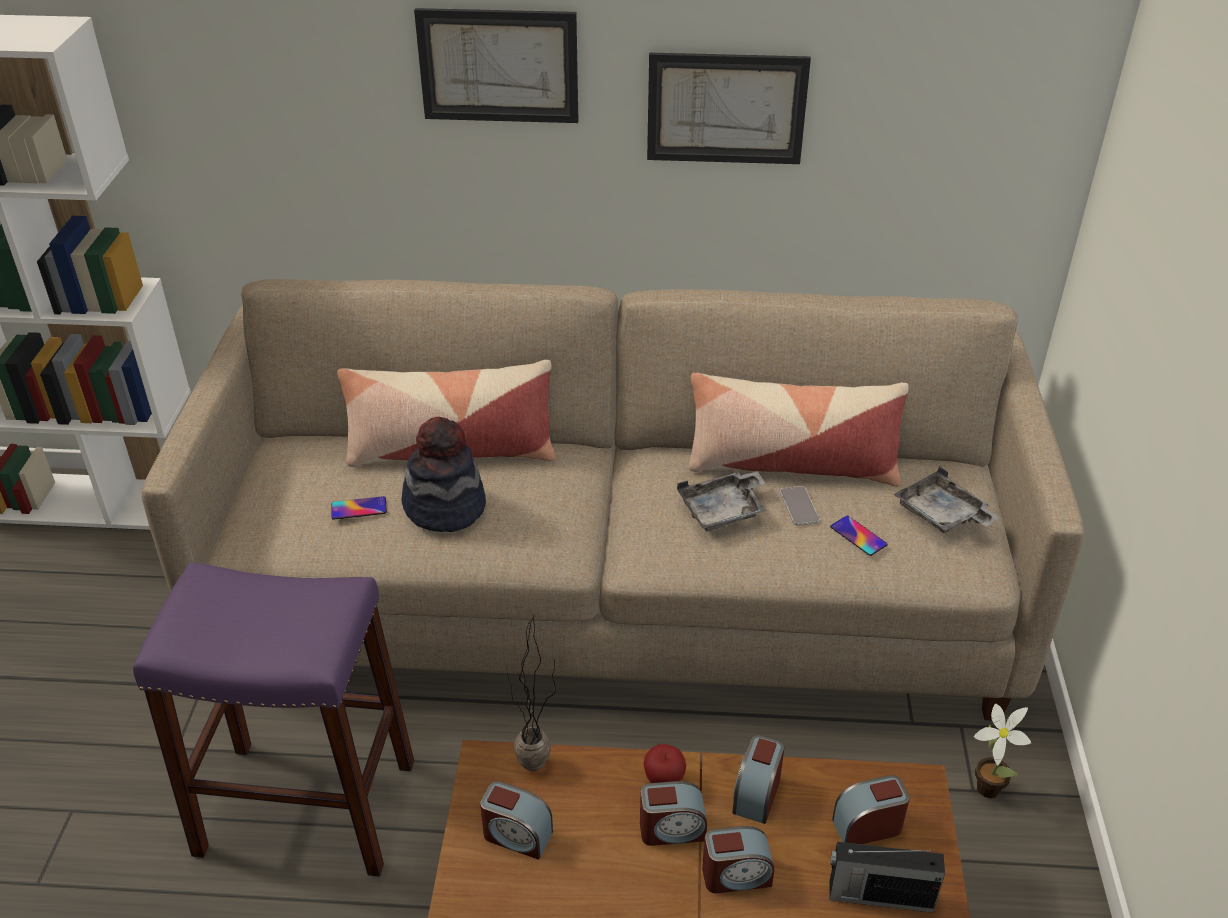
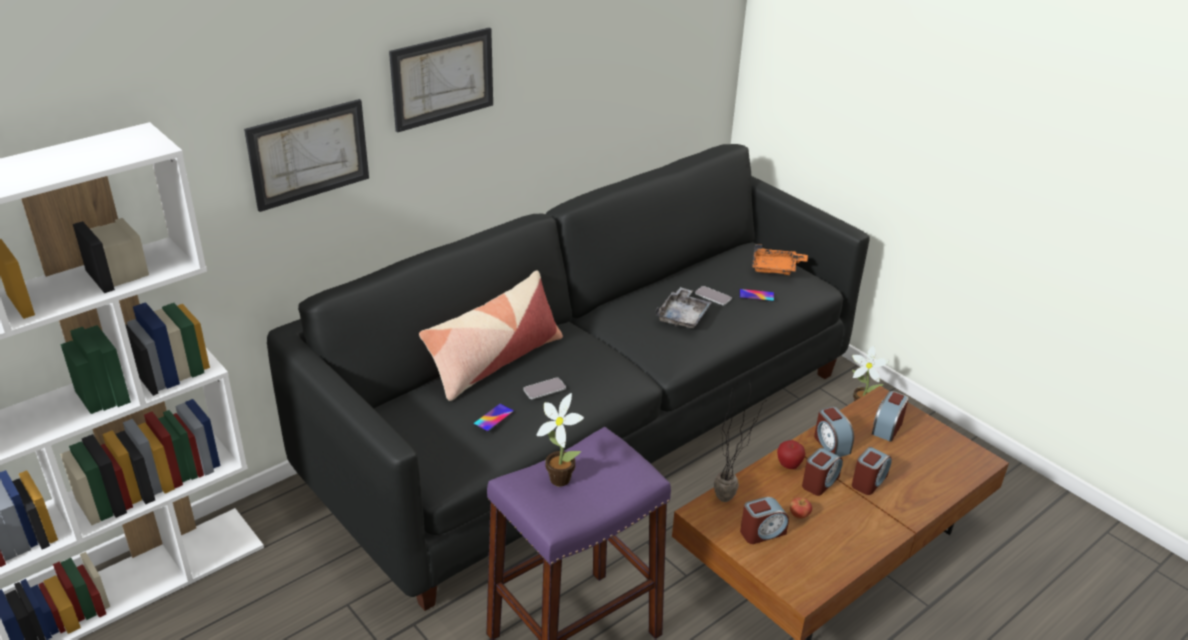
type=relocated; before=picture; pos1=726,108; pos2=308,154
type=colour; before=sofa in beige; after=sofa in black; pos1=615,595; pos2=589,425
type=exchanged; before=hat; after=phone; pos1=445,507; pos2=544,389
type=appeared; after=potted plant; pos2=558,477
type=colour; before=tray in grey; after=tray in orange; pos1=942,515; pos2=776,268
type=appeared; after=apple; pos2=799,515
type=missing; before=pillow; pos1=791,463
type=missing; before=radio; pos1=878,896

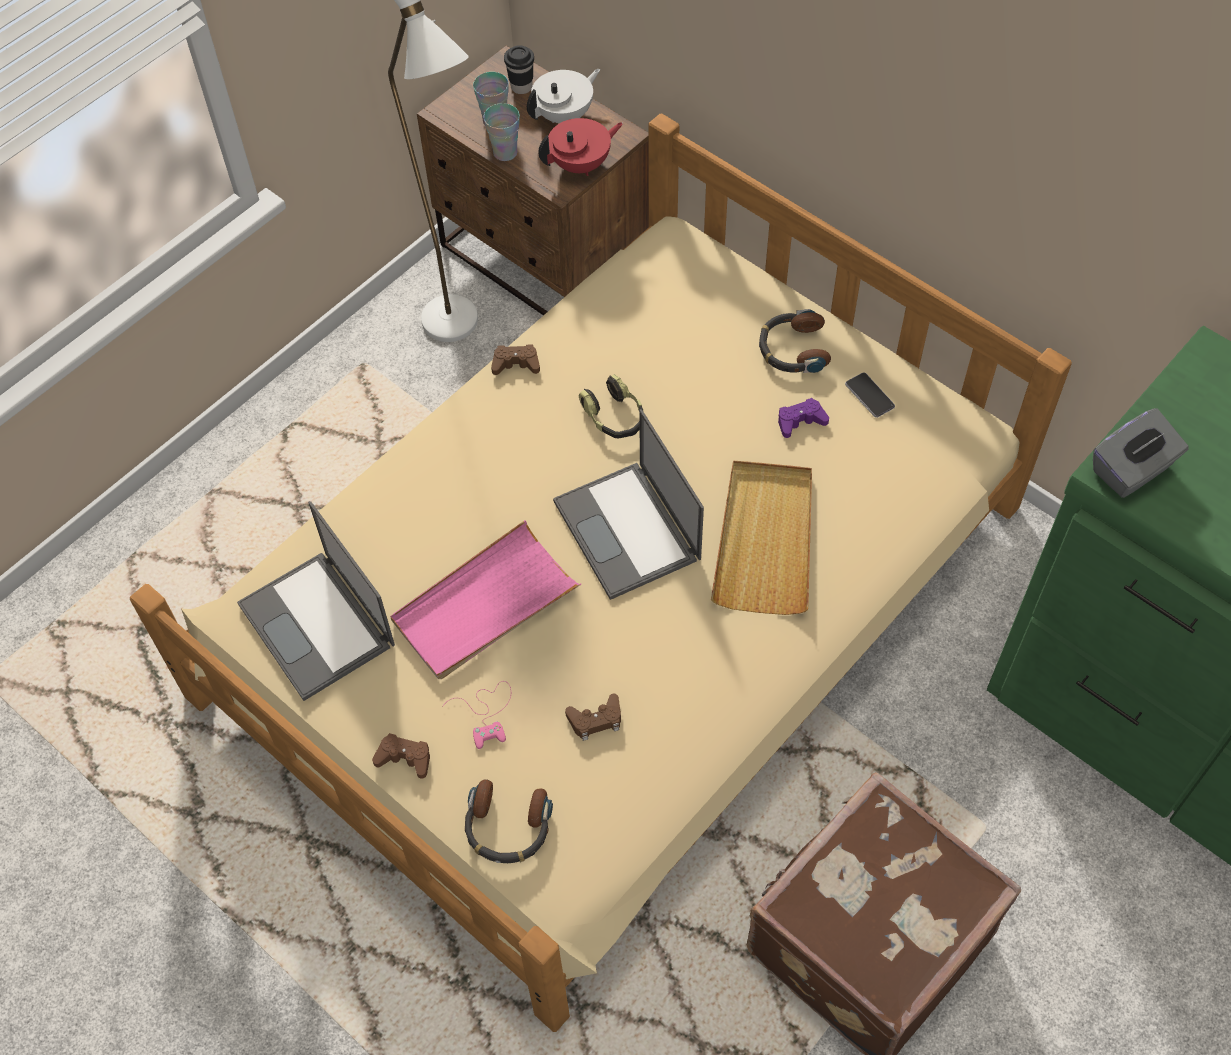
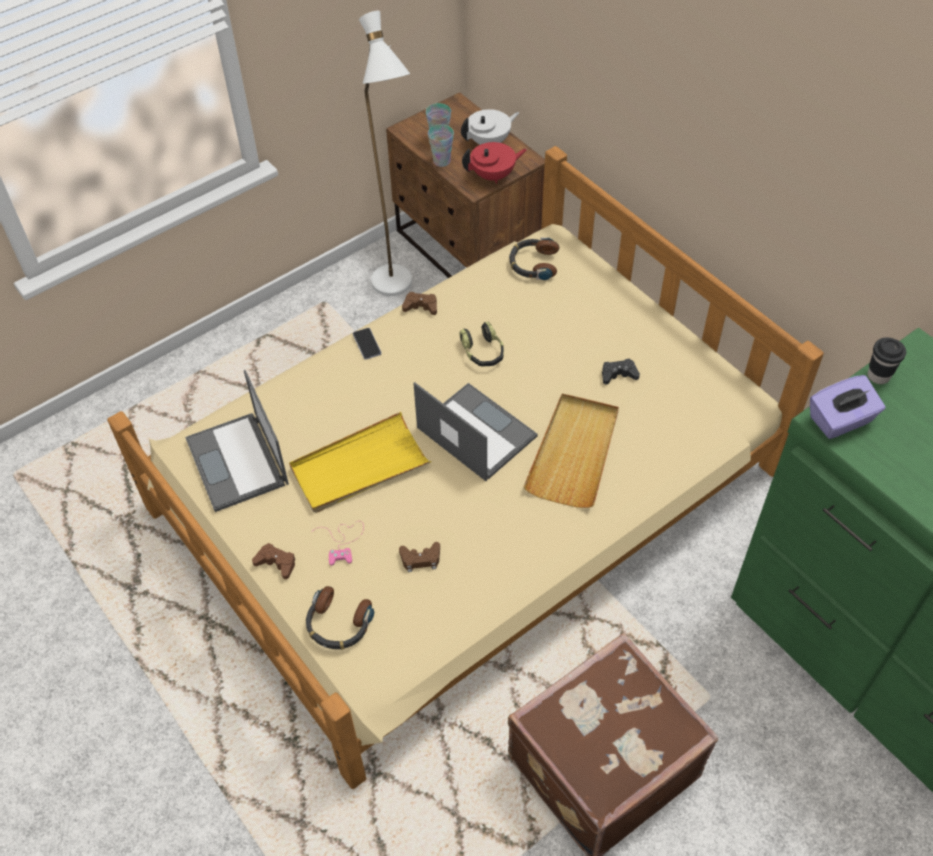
type=colour; before=tray in pink; after=tray in yellow; pos1=485,605; pos2=359,467
type=relocated; before=phone; pos1=869,396; pos2=367,344
type=spun; before=laptop; pos1=628,531; pos2=475,432; turn=150
type=relocated; before=headphones; pos1=792,349; pos2=533,263
type=colour; before=game controller in purple; after=game controller in black; pos1=800,421; pos2=618,374
type=colour; before=tissue box in grey; after=tissue box in purple; pos1=1132,470; pos2=841,420
type=relocated; before=cup in black; pos1=521,87; pos2=878,376

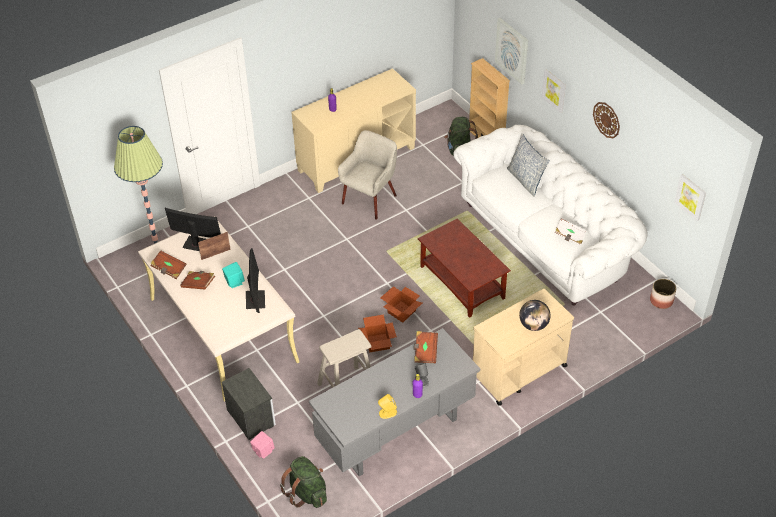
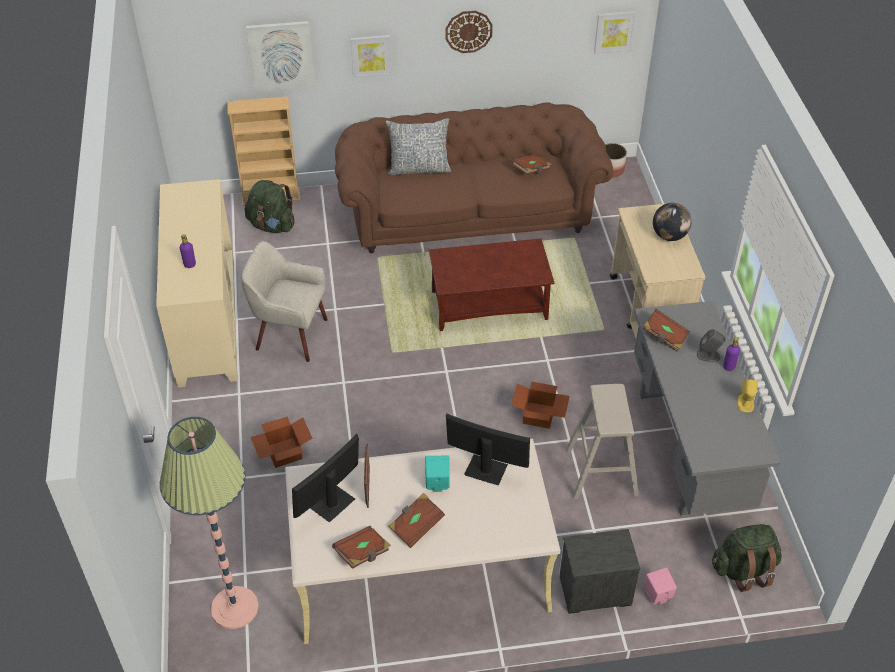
type=spun; before=armchair in beige; pos1=370,199; pos2=290,334; turn=-45
type=relocated; before=cardboard box; pos1=401,311; pos2=283,452
type=colour; before=sofa in white; after=sofa in brown; pos1=547,238; pos2=468,212
type=colour; before=book in white; after=book in brown; pos1=569,236; pos2=531,170

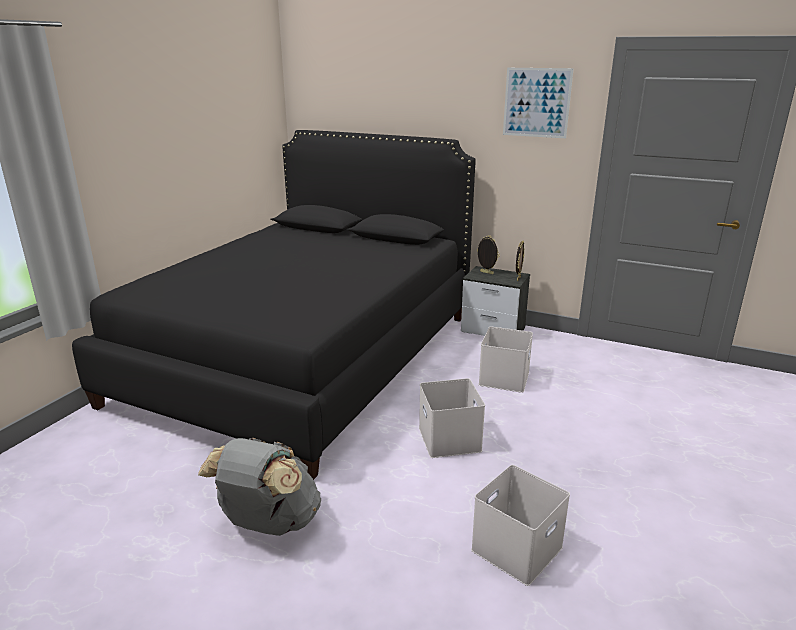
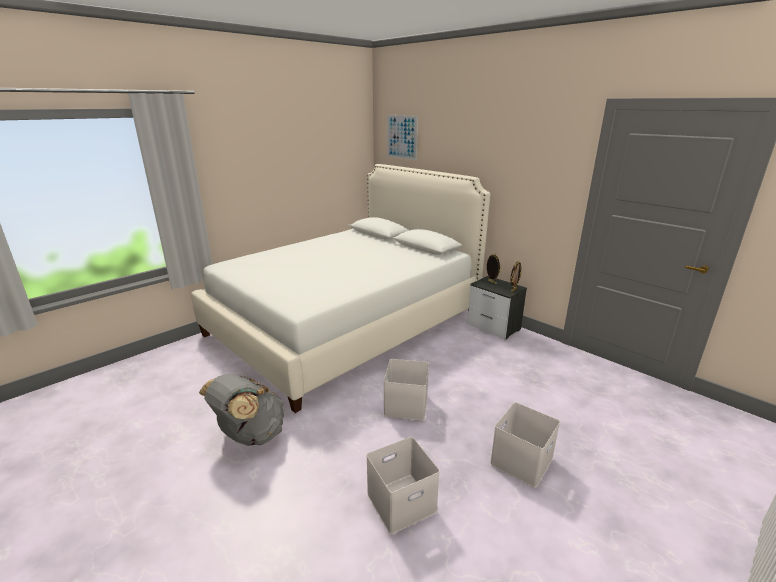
type=colour; before=bed in black; after=bed in white; pos1=305,356; pos2=346,324
type=relocated; before=picture; pos1=536,102; pos2=402,137
type=relocated; before=storage box in white; pos1=505,379; pos2=522,462

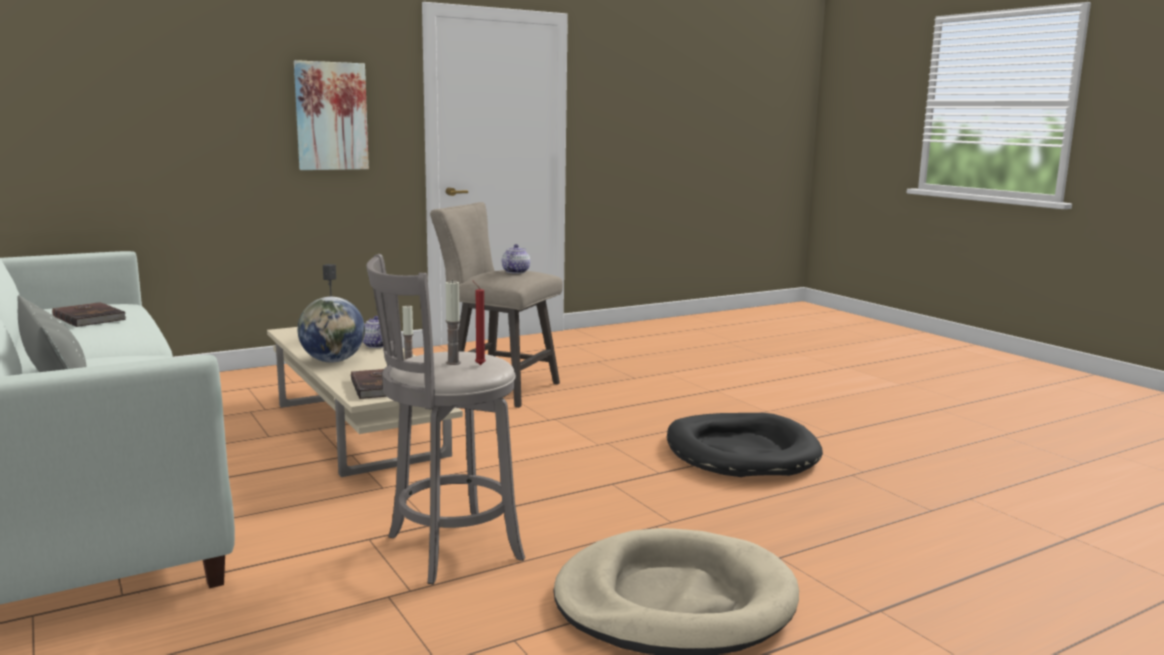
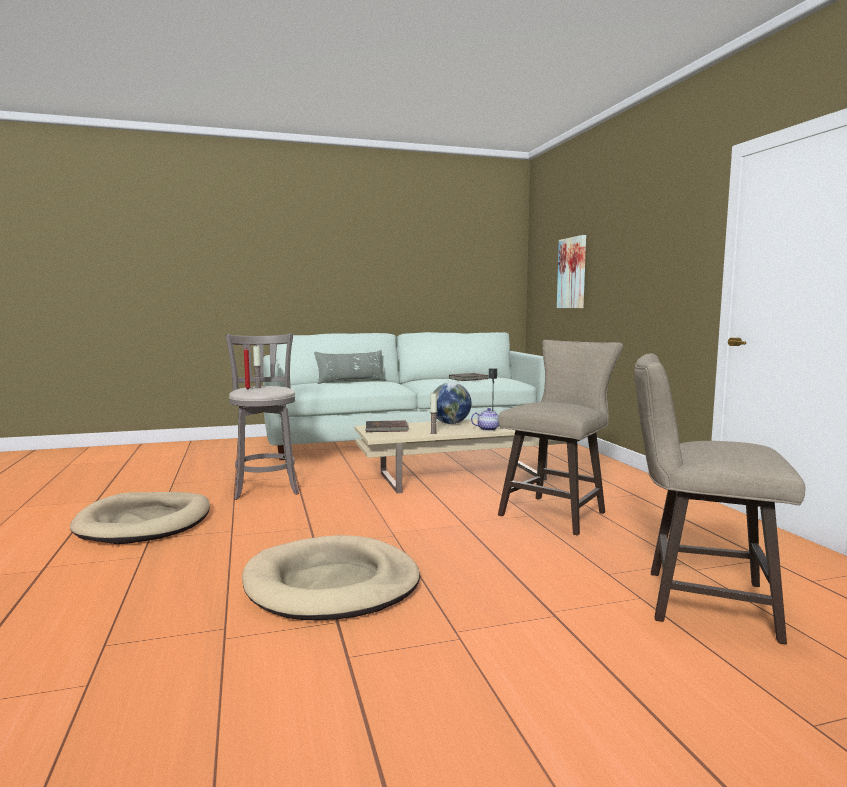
type=colour; before=dog bed in black; after=dog bed in beige; pos1=741,452; pos2=332,585
type=relocated; before=picture; pos1=331,116; pos2=572,273
type=appeared; after=stool in beige; pos2=697,601
type=missing; before=teapot; pos1=515,272

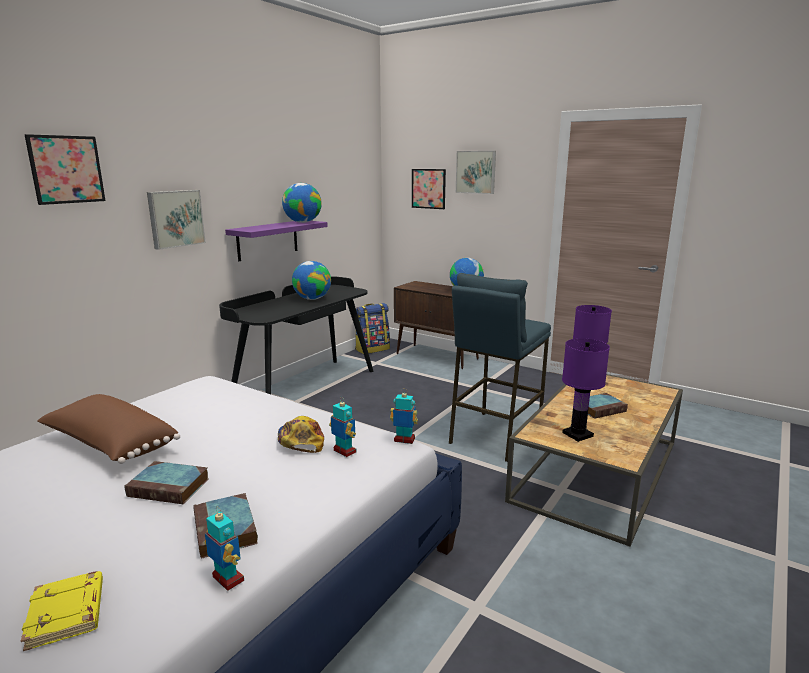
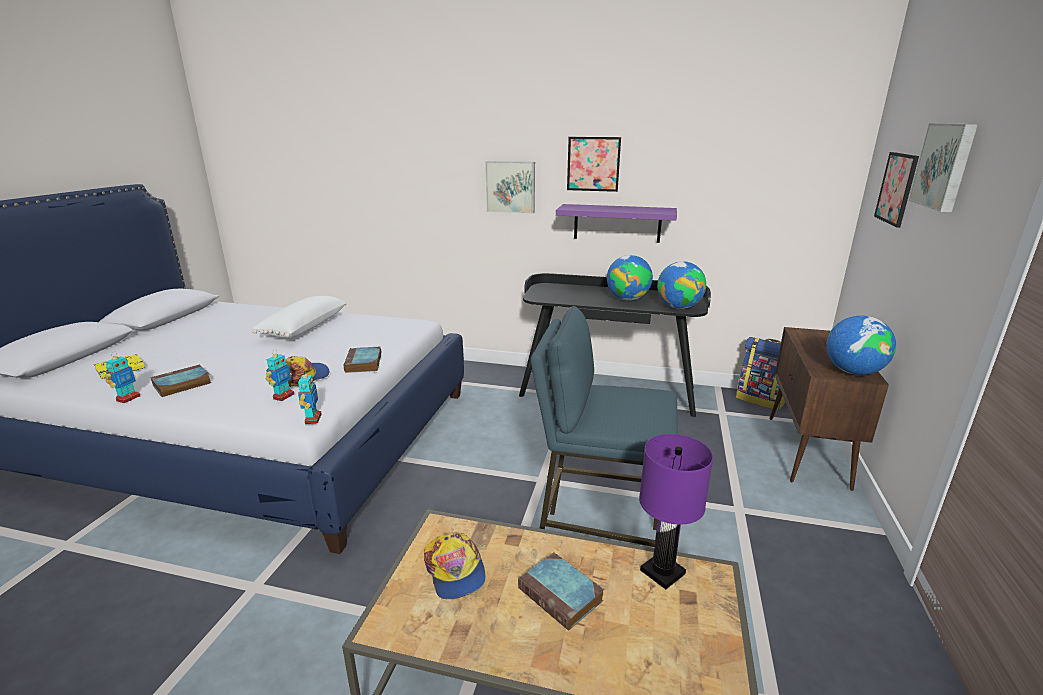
type=colour; before=pillow in brown; after=pillow in white; pos1=110,445; pos2=303,327
type=relocated; before=book; pos1=170,487; pos2=364,363
type=exchanged; before=table lamp in purple; after=cap; pos1=577,434; pos2=455,571
type=relocated; before=picture; pos1=66,169; pos2=593,164
type=relocated; before=globe; pos1=302,222; pos2=679,307

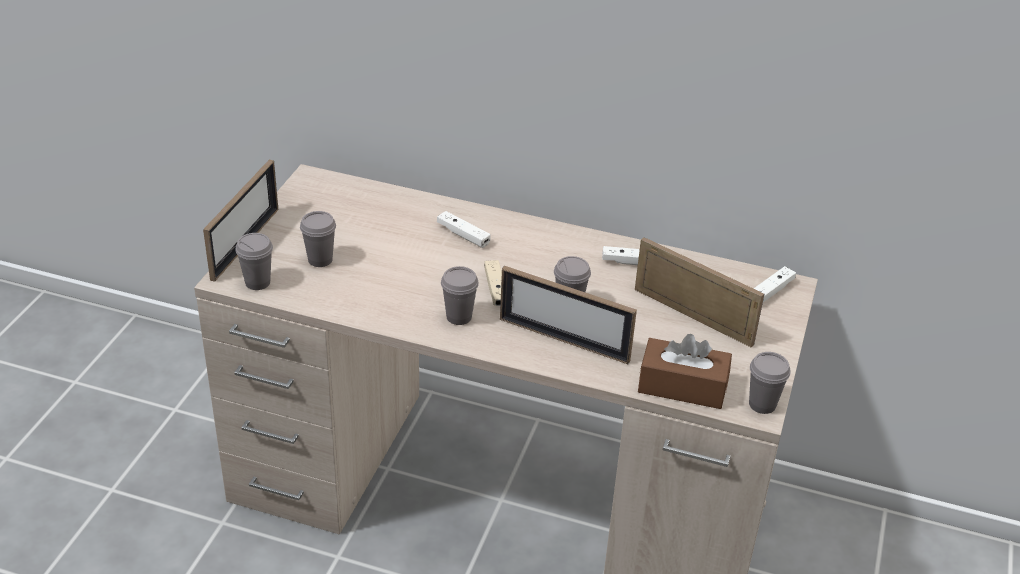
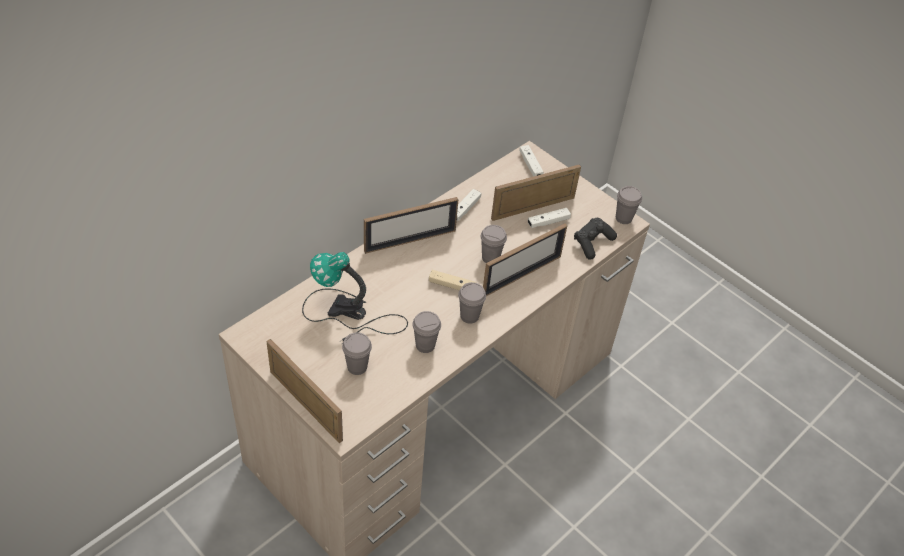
type=appeared; after=table lamp; pos2=350,315
type=appeared; after=picture frame; pos2=410,241
type=relocated; before=cup in grey; pos1=257,282; pos2=425,345
type=relocated; before=game controller in white; pos1=463,235; pos2=548,222
type=exchanged; before=tissue box in brown; after=game controller in black; pos1=682,386; pos2=592,243

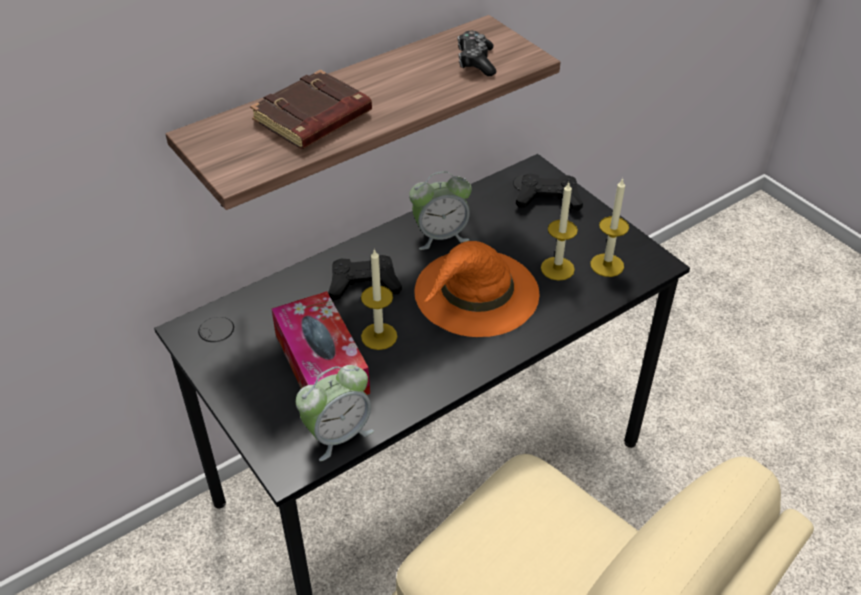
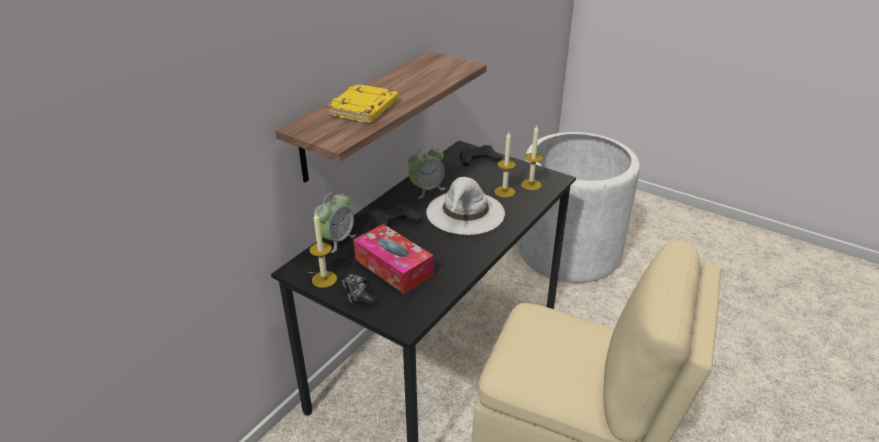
type=relocated; before=candle; pos1=379,336; pos2=324,279
type=relocated; before=alarm clock; pos1=338,434; pos2=336,240
type=colour; before=book in brown; after=book in yellow; pos1=313,118; pos2=364,109
type=relocated; before=game controller; pos1=476,61; pos2=358,294
type=colour; before=hat in orange; after=hat in white; pos1=476,293; pos2=465,213
type=appeared; after=planter in white; pos2=568,251

